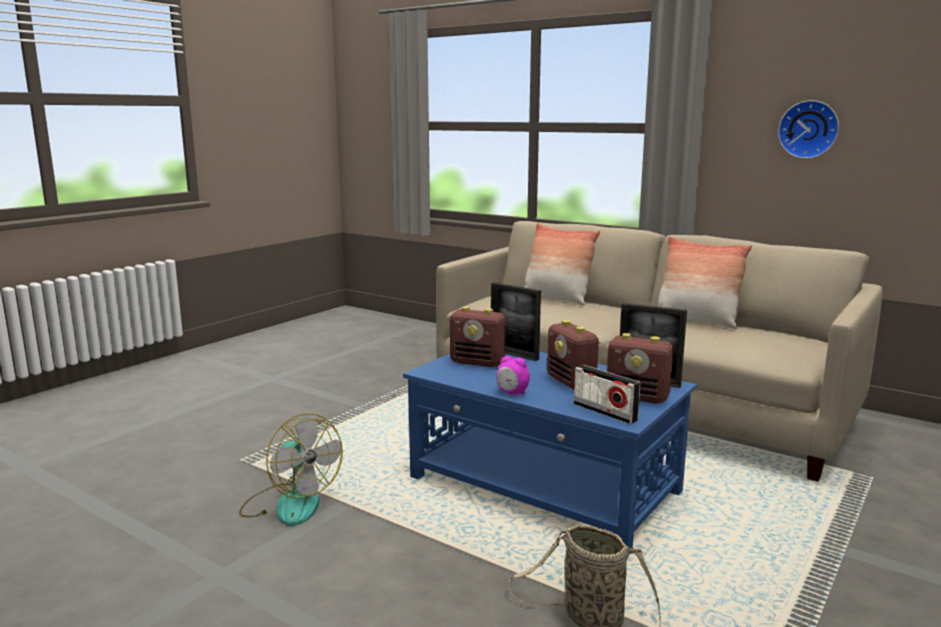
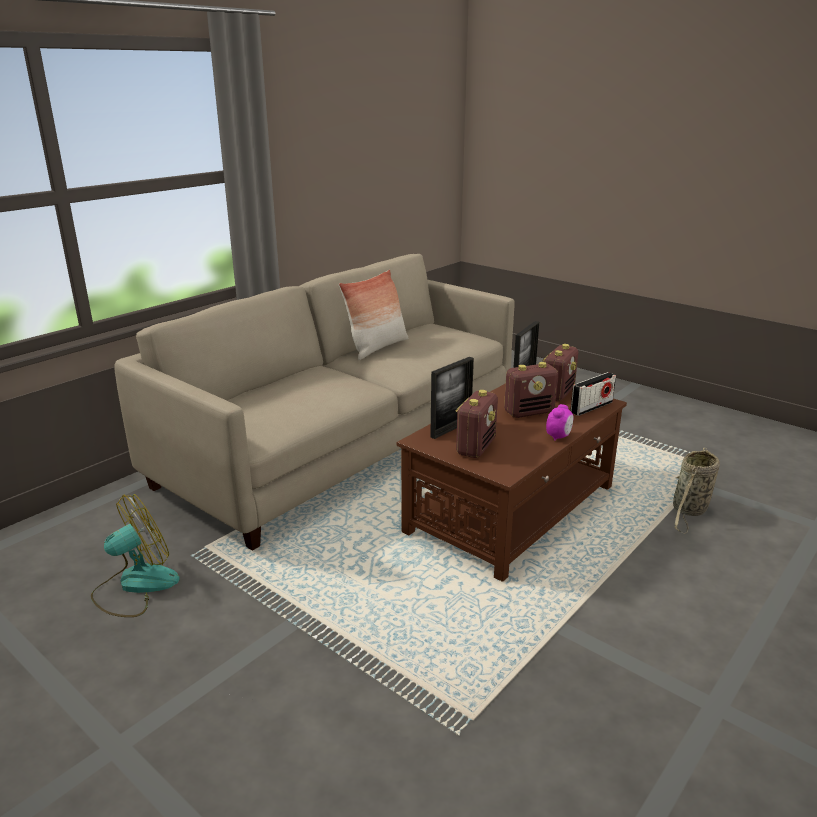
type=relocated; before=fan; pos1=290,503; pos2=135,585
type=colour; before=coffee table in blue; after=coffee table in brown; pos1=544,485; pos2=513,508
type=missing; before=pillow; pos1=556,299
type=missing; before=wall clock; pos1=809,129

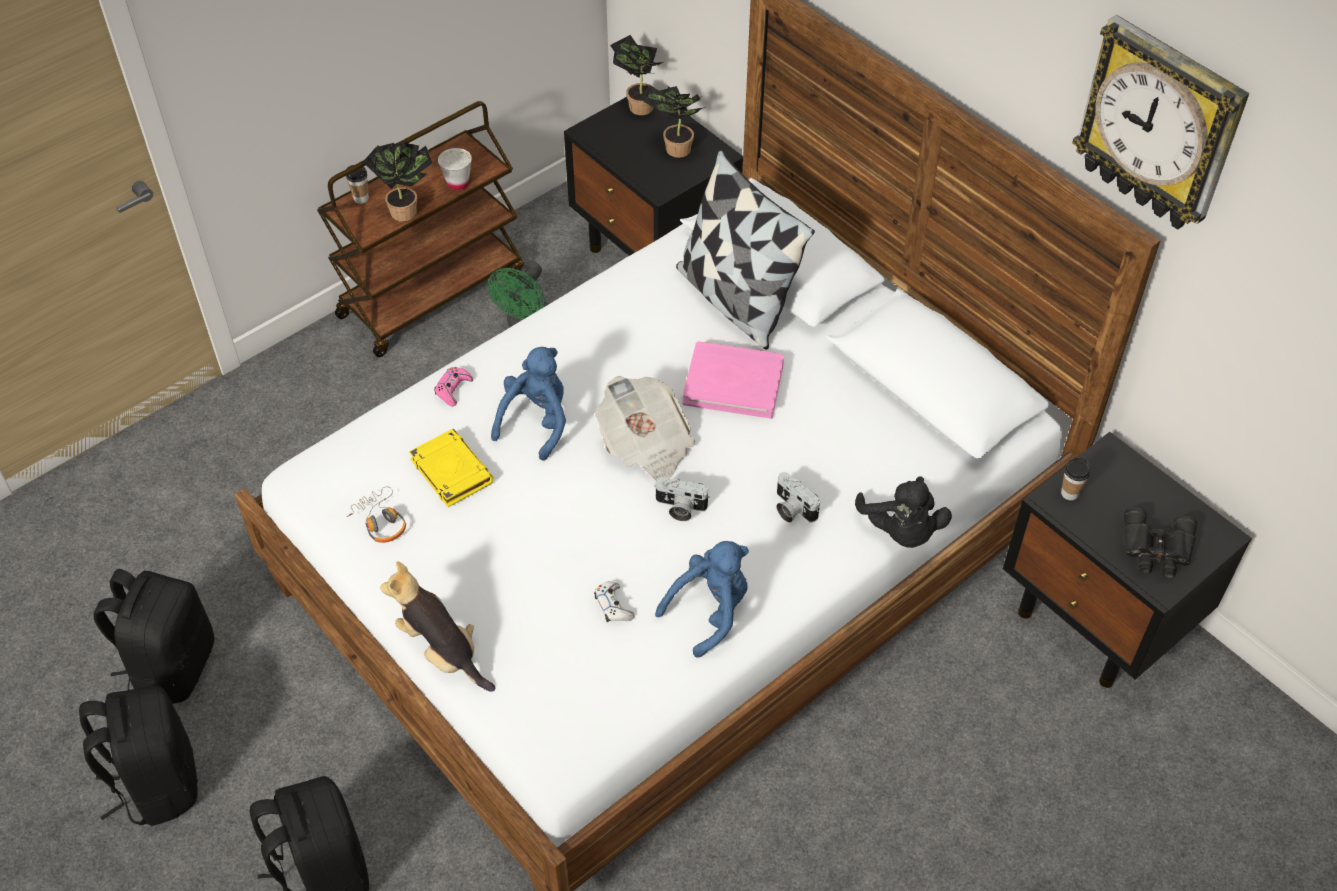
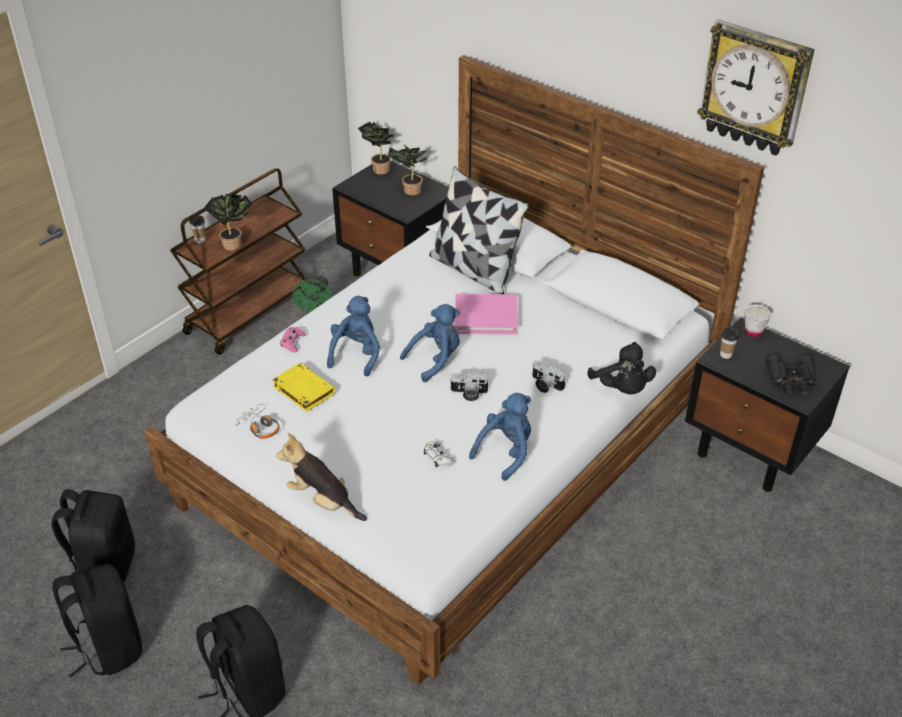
type=exchanged; before=newspaper; after=plush toy in blue; pos1=646,445; pos2=435,359
type=relocated; before=cup in white; pos1=458,183; pos2=753,332

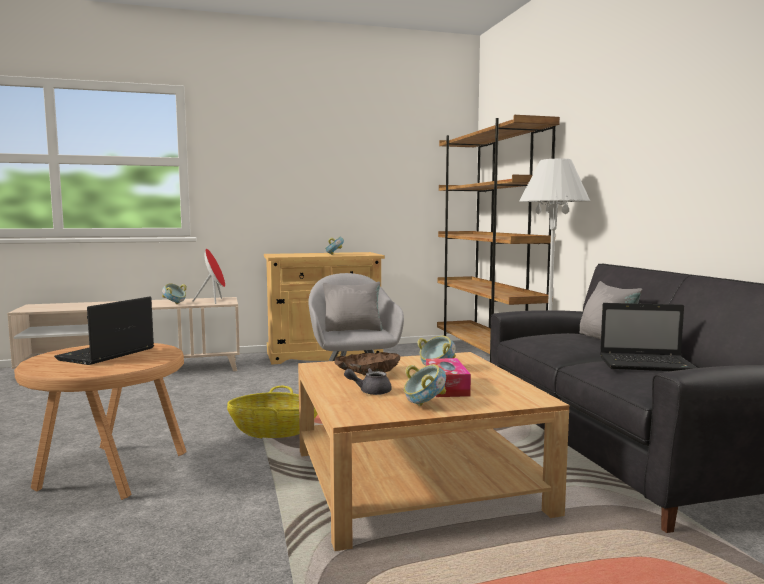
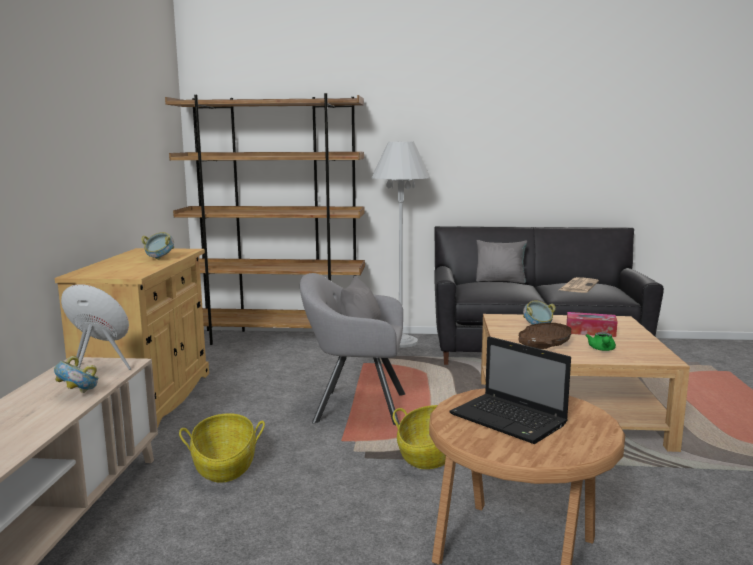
type=appeared; after=basket; pos2=224,466
type=exchanged; before=laptop; after=newspaper; pos1=648,364; pos2=578,286
type=colour; before=teapot in grey; after=teapot in green; pos1=370,391; pos2=602,349
type=missing; before=bowl; pos1=424,405

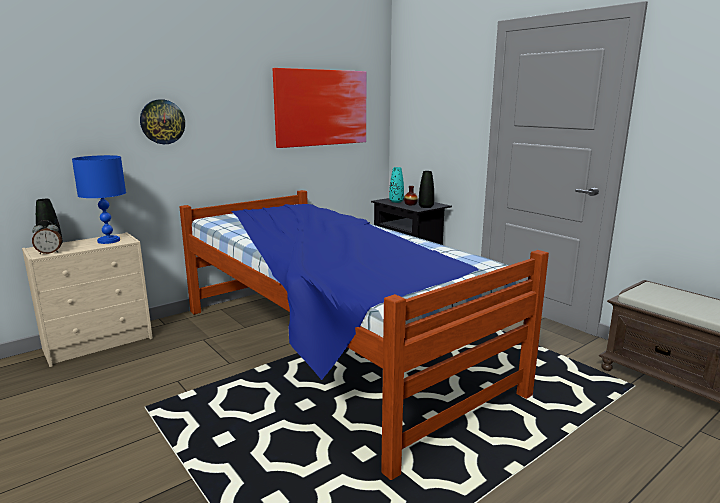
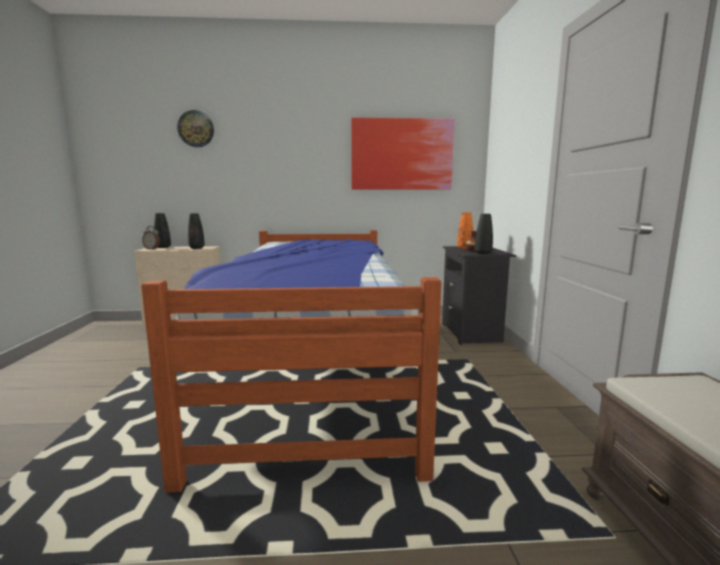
type=relocated; before=wall clock; pos1=162,122; pos2=196,129
type=exchanged; before=table lamp in blue; after=vase in black; pos1=109,240; pos2=197,248
type=colour; before=vase in turquoise; after=vase in orange; pos1=396,201; pos2=464,248

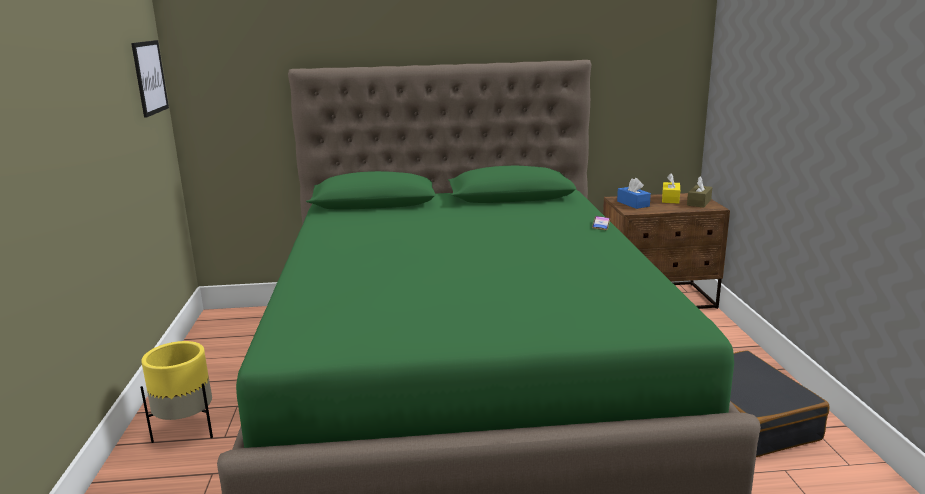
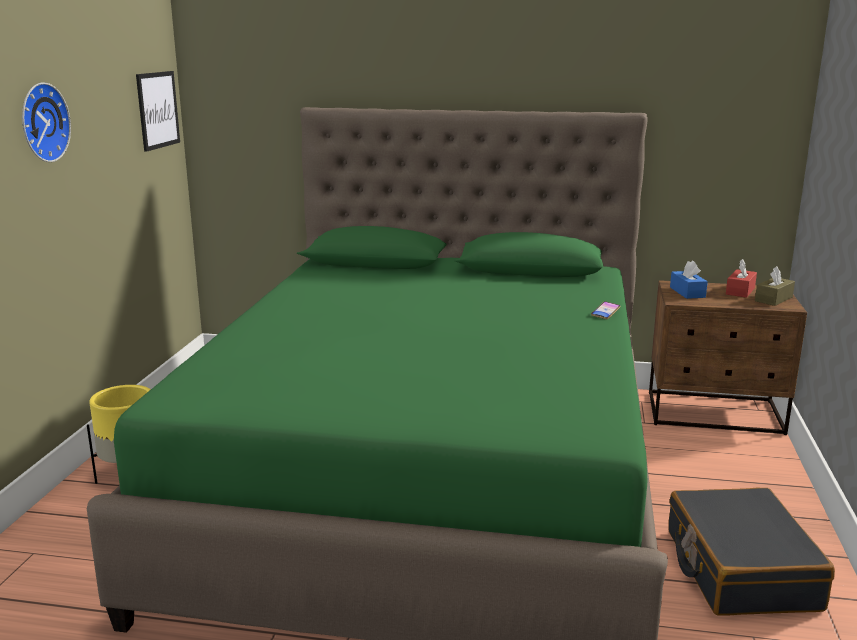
type=appeared; after=wall clock; pos2=41,122
type=colour; before=tissue box in yellow; after=tissue box in red; pos1=670,199; pos2=740,291

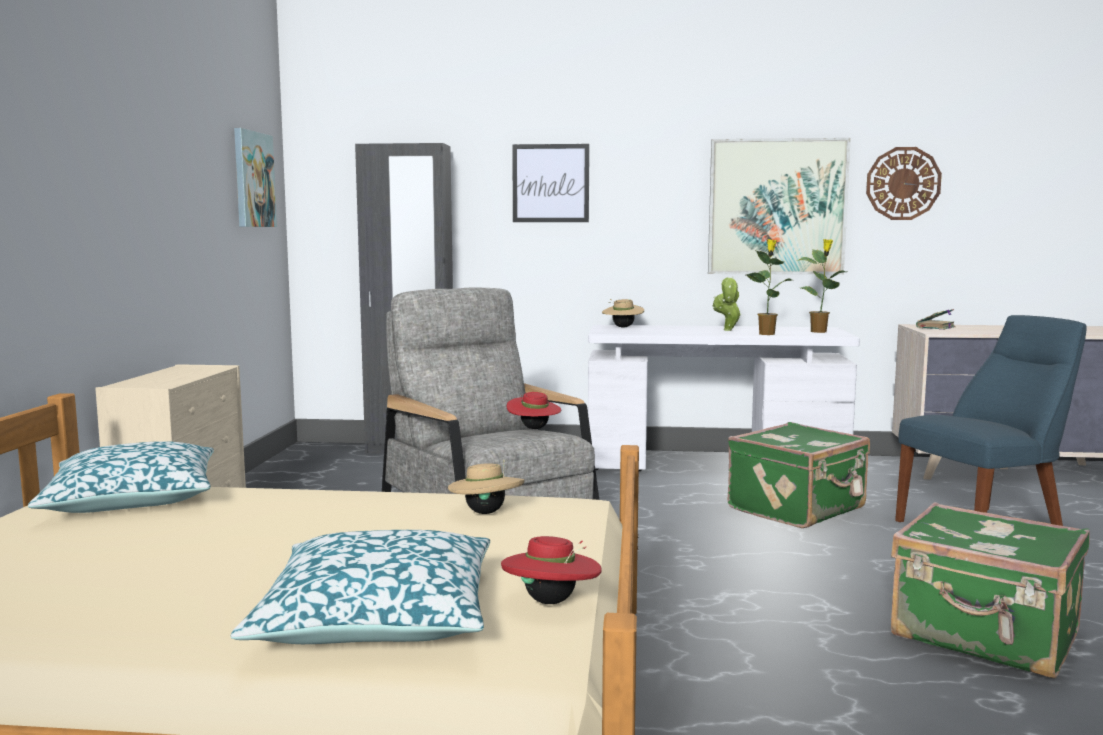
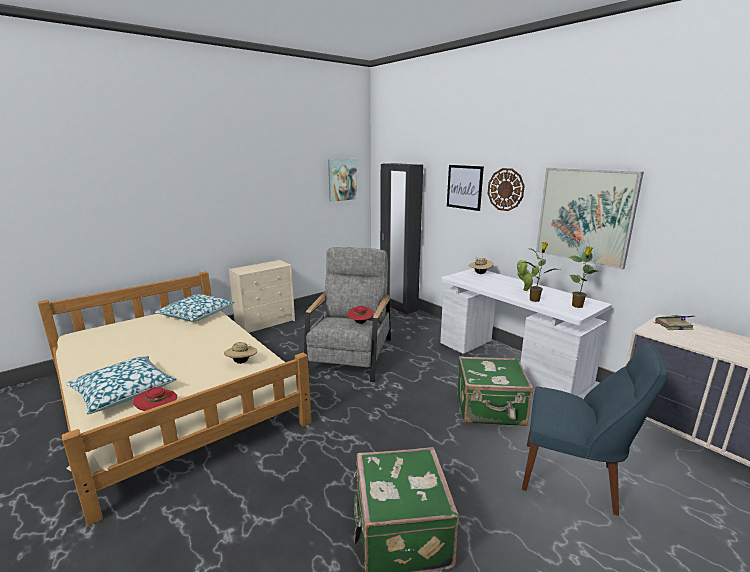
type=relocated; before=wall clock; pos1=903,183; pos2=505,189

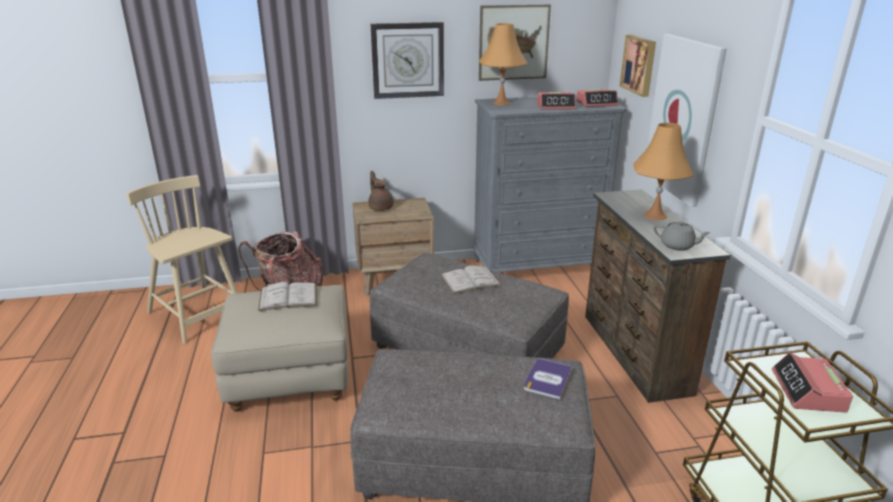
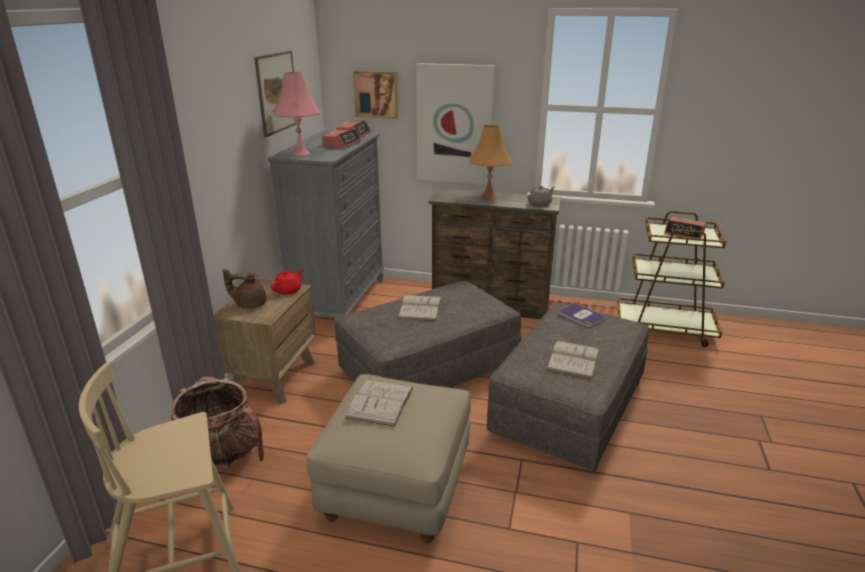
type=appeared; after=teapot in red; pos2=289,290
type=colour; before=table lamp in orange; after=table lamp in pink; pos1=501,103; pos2=300,153
type=appeared; after=book in white; pos2=573,359
type=missing; before=wall clock; pos1=408,60

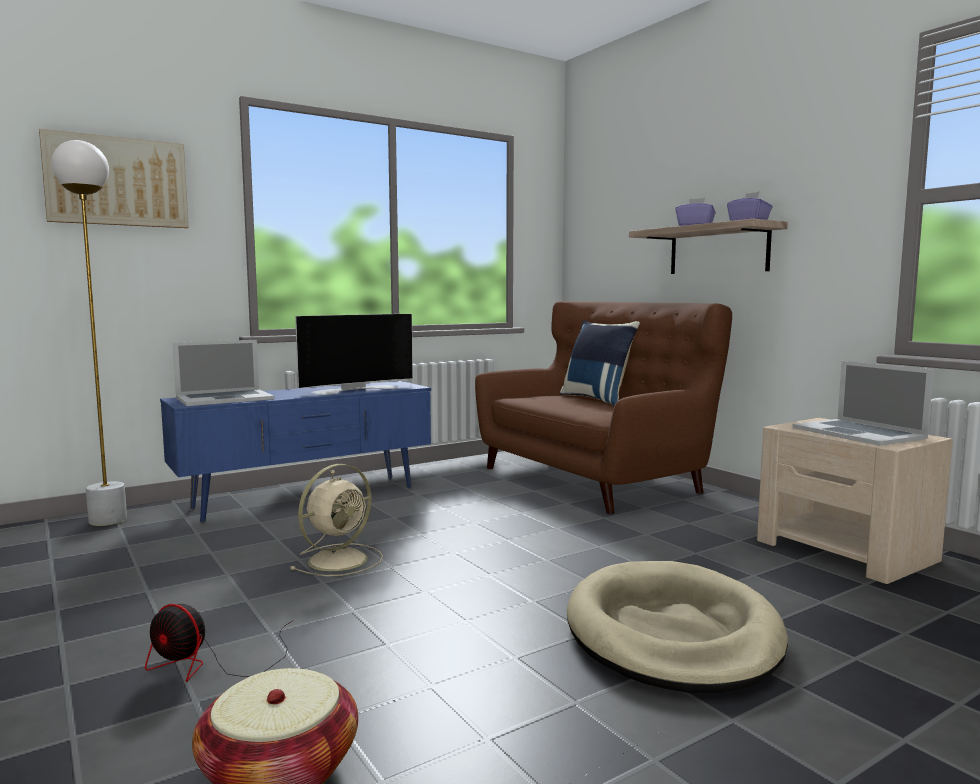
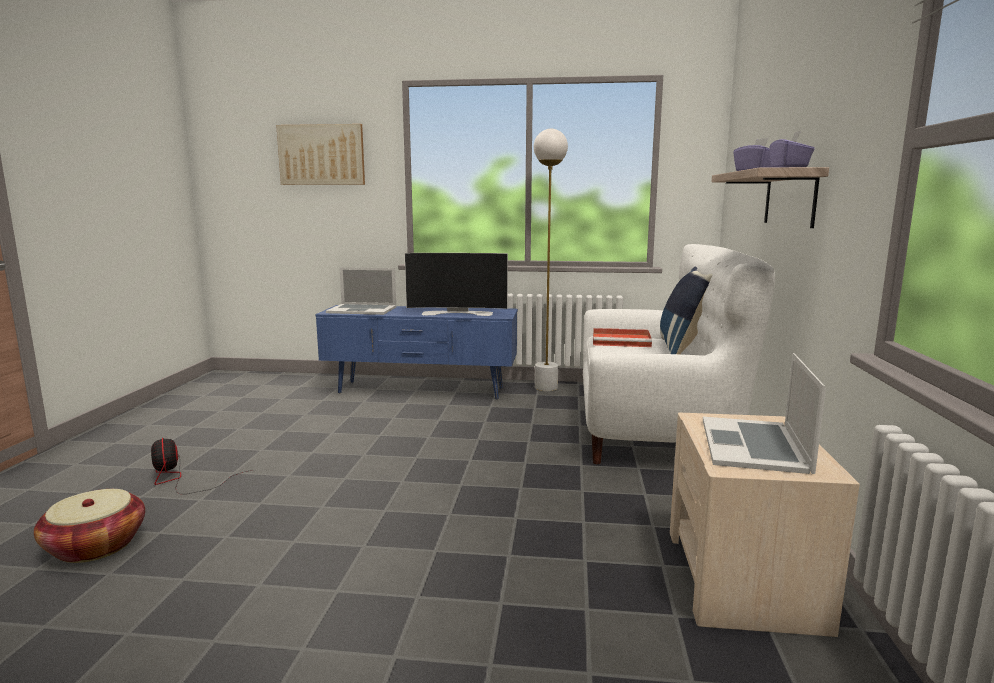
type=relocated; before=floor lamp in white; pos1=108,520; pos2=546,388
type=colour; before=sofa in brown; after=sofa in white; pos1=594,478; pos2=657,428
type=appeared; after=tray in red; pos2=622,341
type=missing; before=fan in beige; pos1=340,559
type=missing; before=dog bed in beige; pos1=672,633

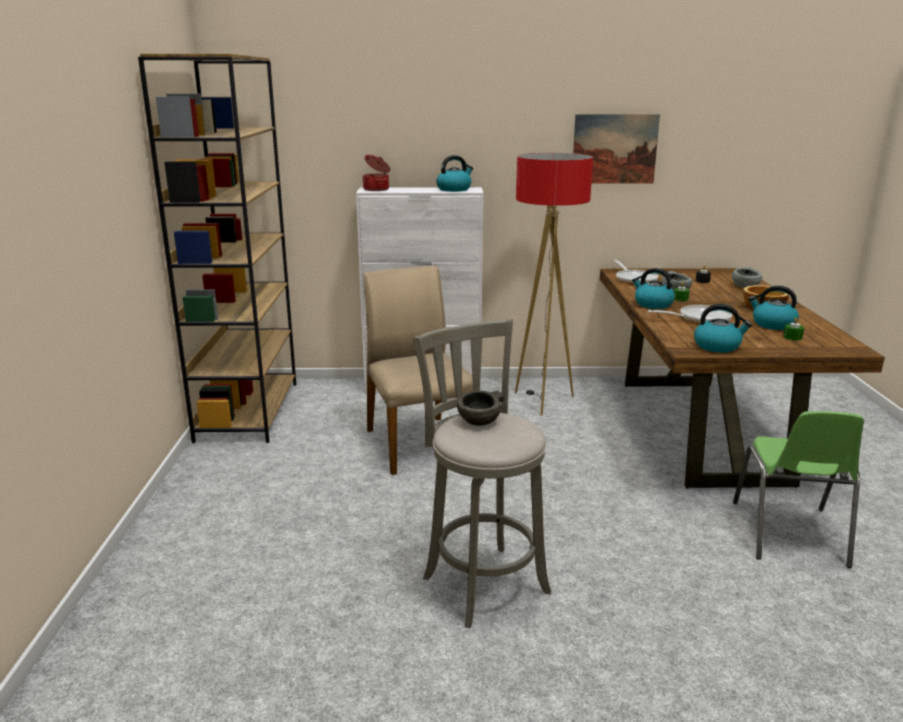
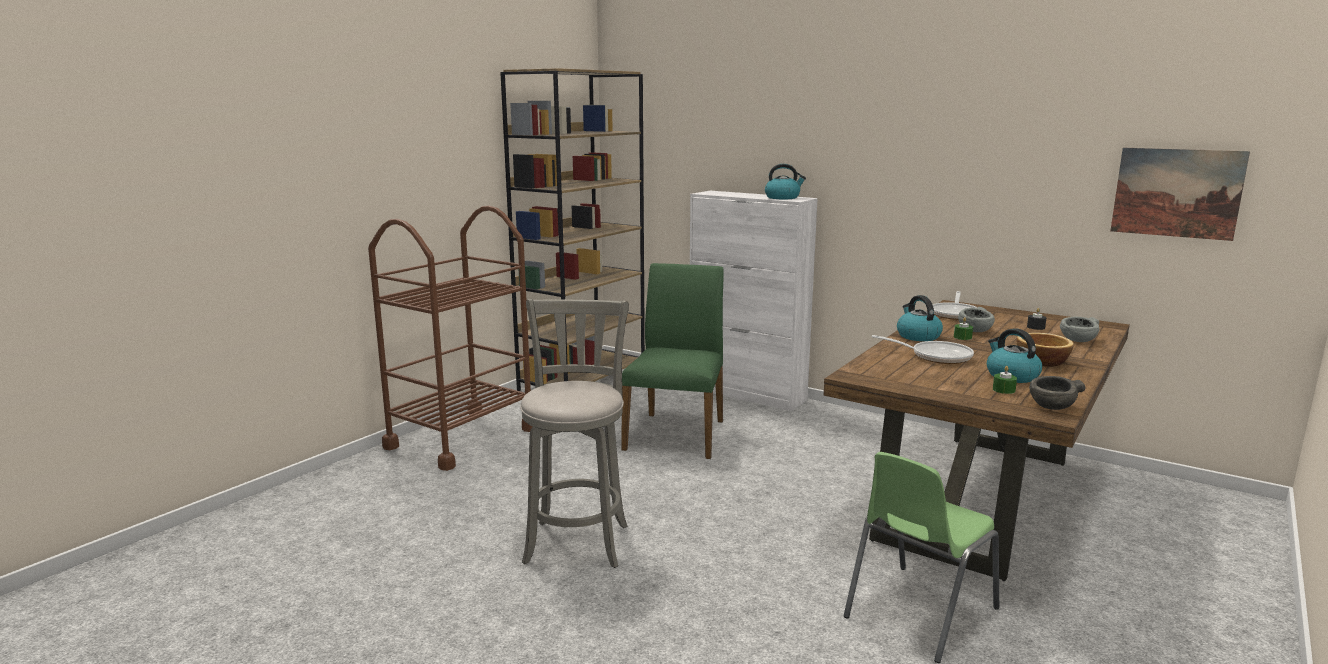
type=appeared; after=cart in brown; pos2=461,438
type=colour; before=chair in beige; after=chair in green; pos1=418,443; pos2=676,434
type=relocated; before=bowl in grey; pos1=479,421; pos2=1052,407
type=relocated; before=picture; pos1=614,149; pos2=1176,193
type=missing; before=cooking pot; pos1=377,189
type=missing; before=floor lamp; pos1=543,401
type=missing; before=kettle; pos1=717,346

